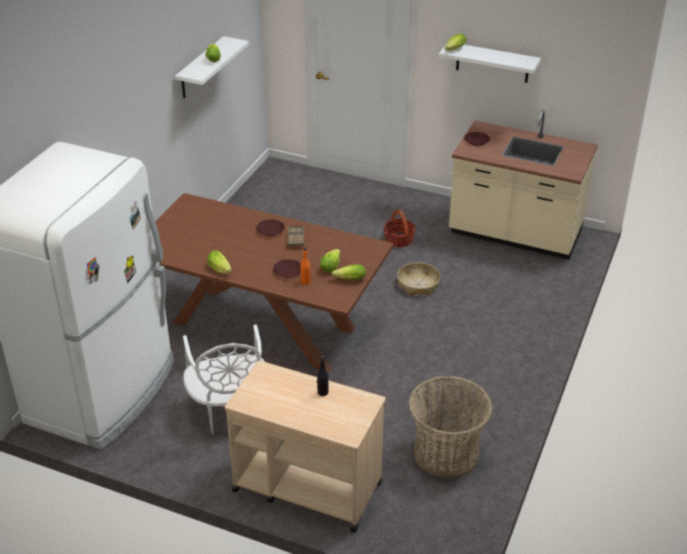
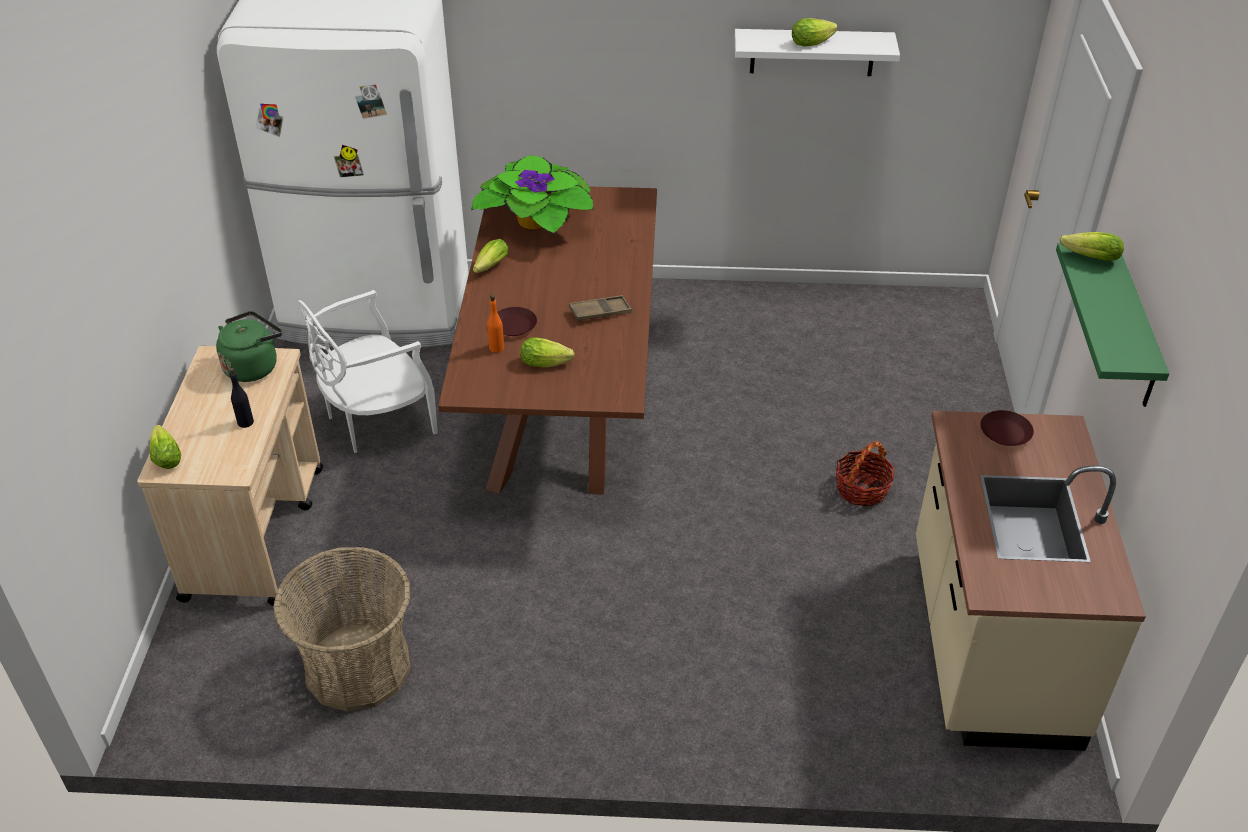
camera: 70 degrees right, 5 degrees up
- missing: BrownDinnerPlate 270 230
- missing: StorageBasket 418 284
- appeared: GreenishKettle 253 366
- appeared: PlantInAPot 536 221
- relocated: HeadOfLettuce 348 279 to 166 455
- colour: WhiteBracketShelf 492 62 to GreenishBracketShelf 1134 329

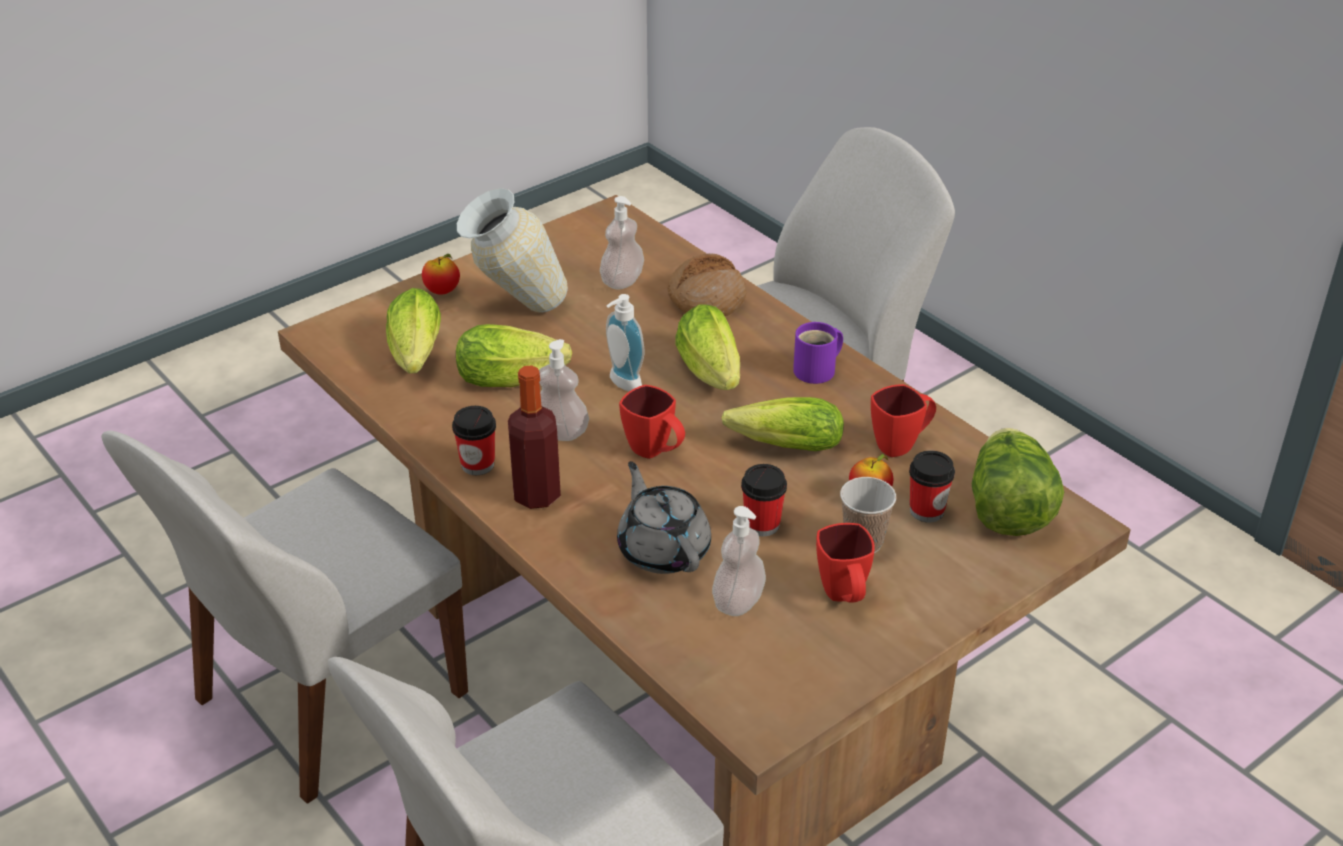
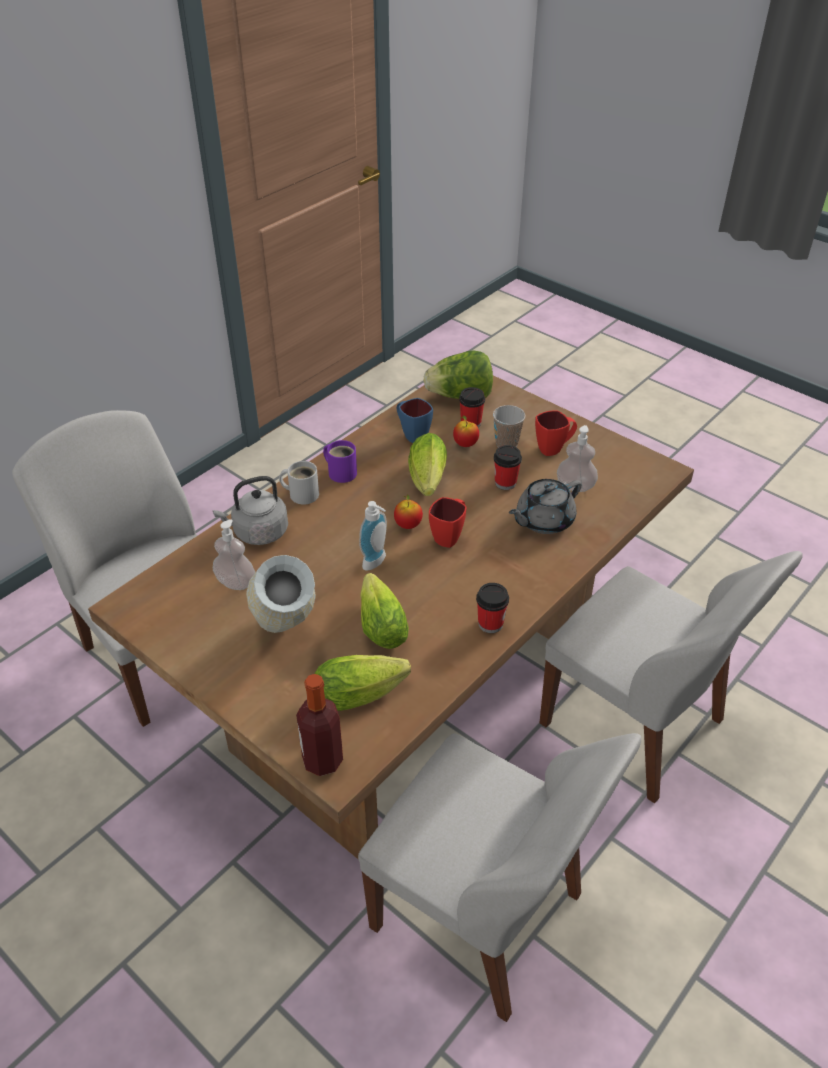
camera: 100 degrees left, 5 degrees up
- missing: SoapBottle 560 432
- missing: HeadOfLettuce 712 374
- appeared: WhiteCoffeeMug 302 493
- relocated: WholeApple 442 291 to 408 525
- relocated: Bottle 537 495 to 322 760
- exchanged: BakeryBread 706 299 to GrayKettle 258 532
- colour: RedCoffeeMug 901 444 to BlueColouredCoffeeMug 412 434

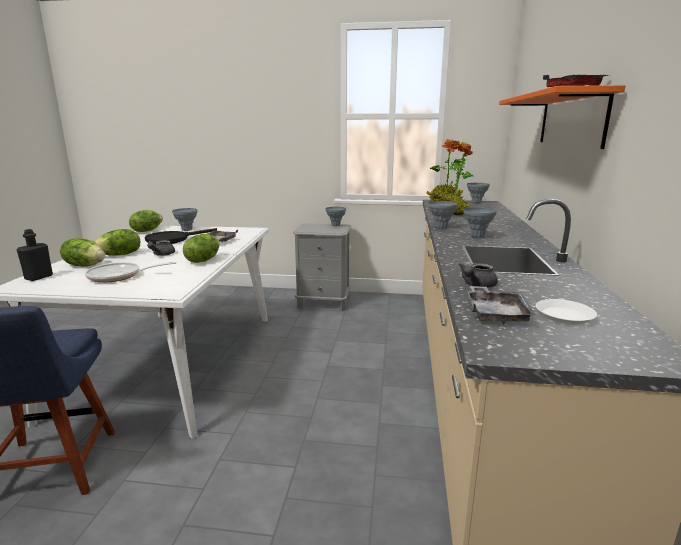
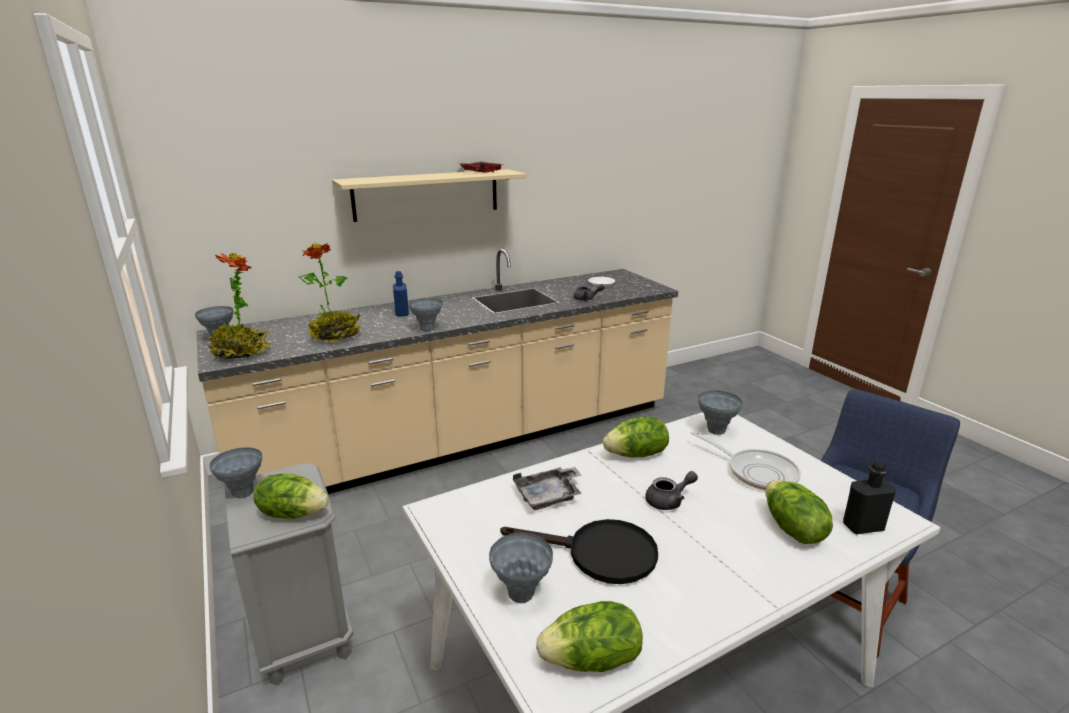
camera: 125 degrees left, 5 degrees up
- missing: GrayServingTray 496 314
- appeared: BlueColouredBottle 402 313
- relocated: HeadOfLettuce 120 255 to 293 513
- relocated: GrayVase 477 236 to 715 431
- colour: OrangeColouredBracketShelf 571 120 to BeigeBracketShelf 427 194

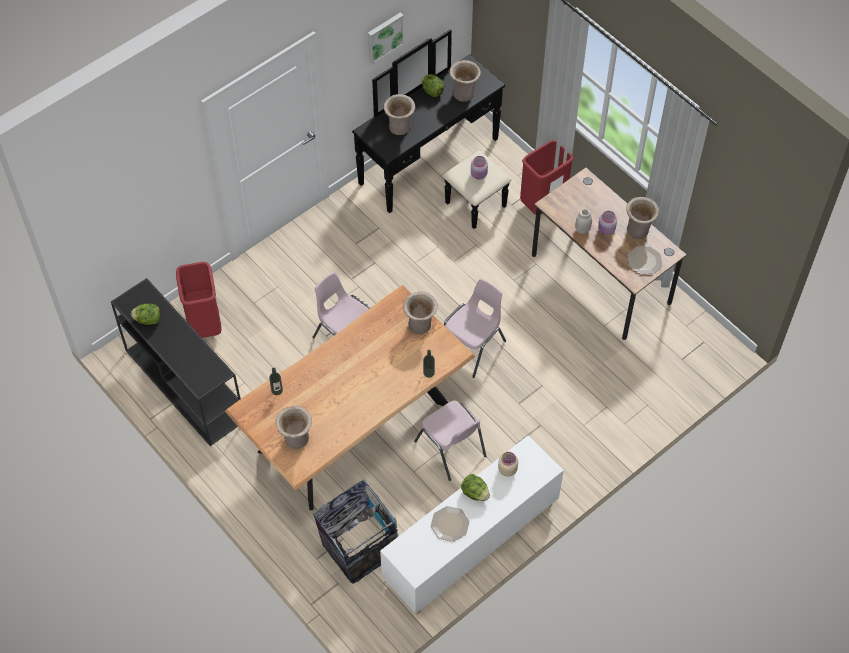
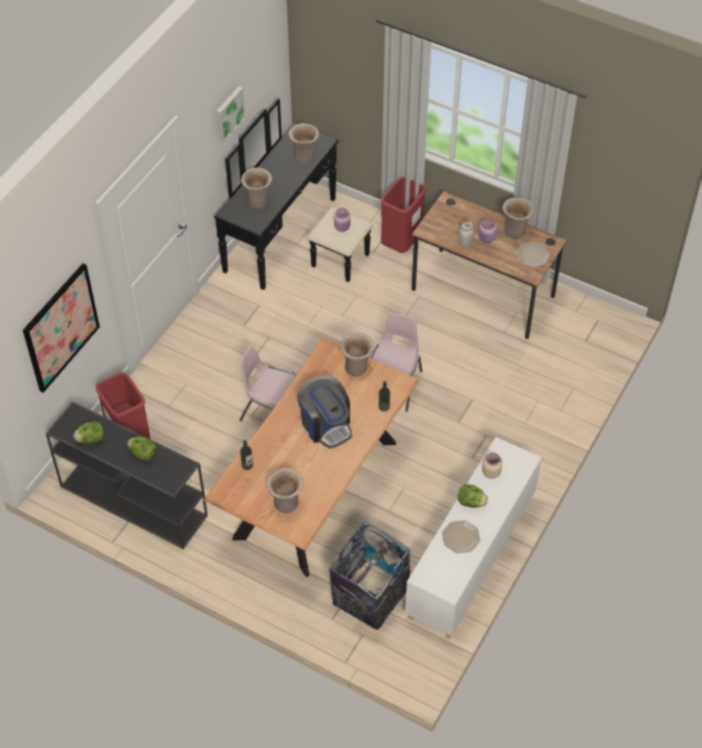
camera: 20 degrees left, 5 degrees down
- missing: PinkColouredUprightChair 451 449
- appeared: Picture 61 327
- appeared: CoffeeMaker 325 425
- relocated: HeadOfLettuce 432 91 to 143 454

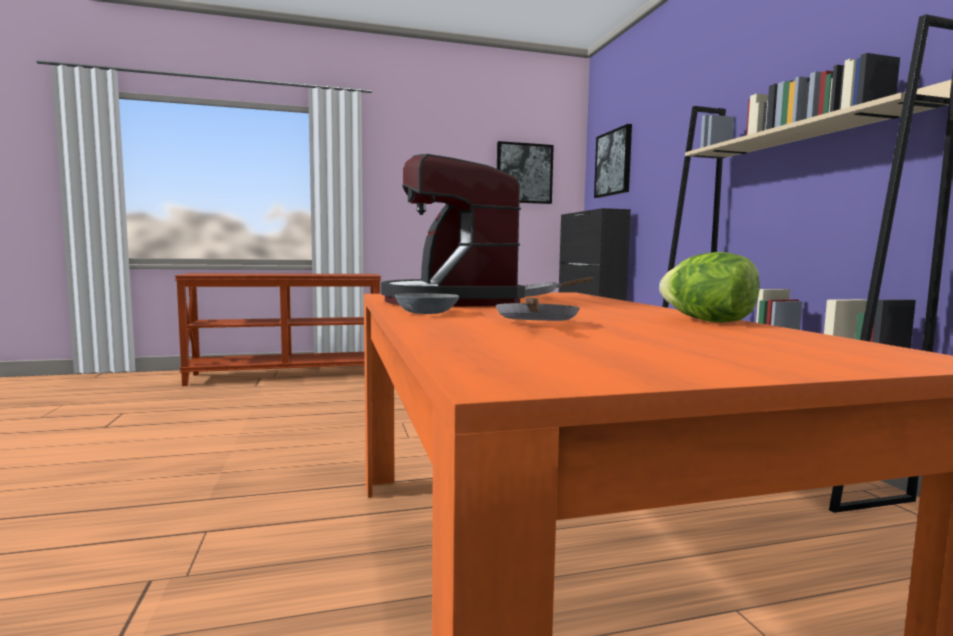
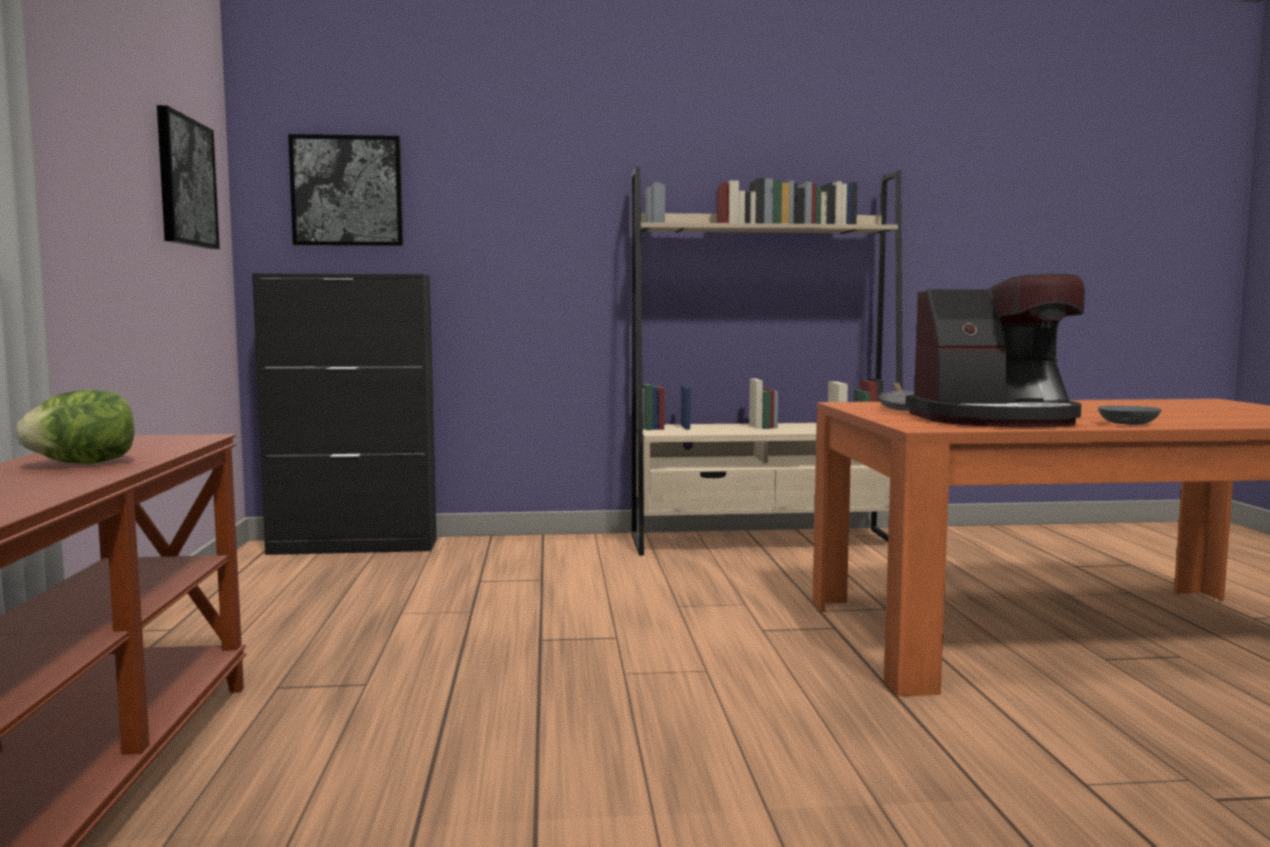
camera: 80 degrees left, 0 degrees up
- missing: GraySkillet 536 324
- relocated: HeadOfLettuce 708 321 to 84 464

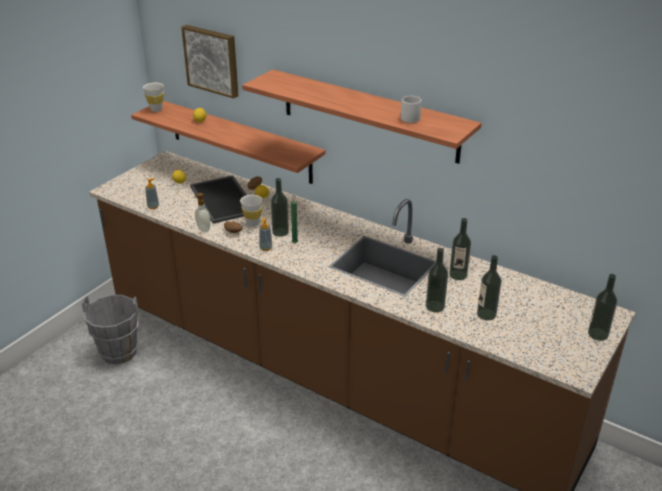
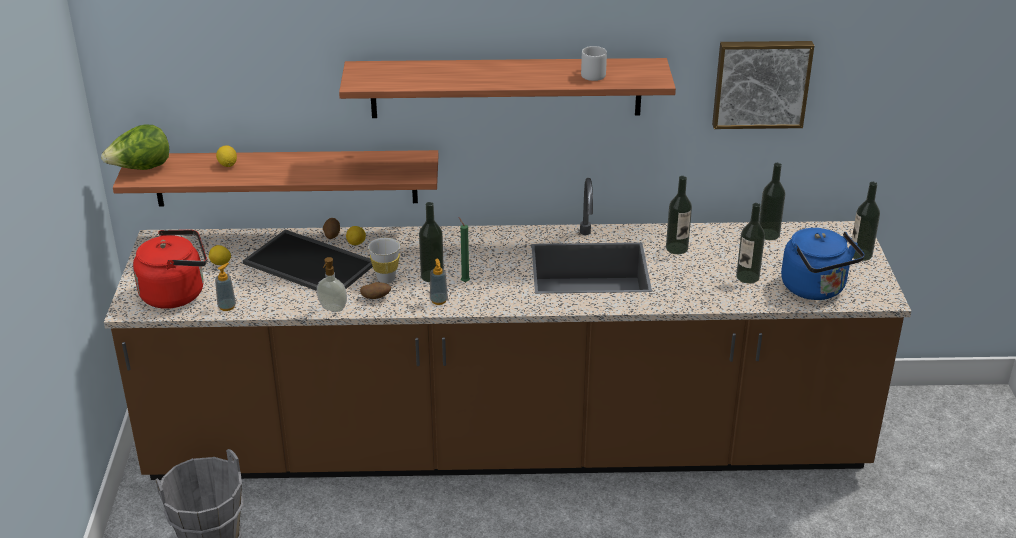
camera: 35 degrees left, 0 degrees up
- appeared: RedKettle 177 293
- appeared: BlueColouredKettle 816 289
- relocated: Picture 212 60 to 761 83
- relocated: Bottle 435 306 to 768 234
- exchanged: WhiteDrinkingCup 156 109 to HeadOfLettuce 141 169

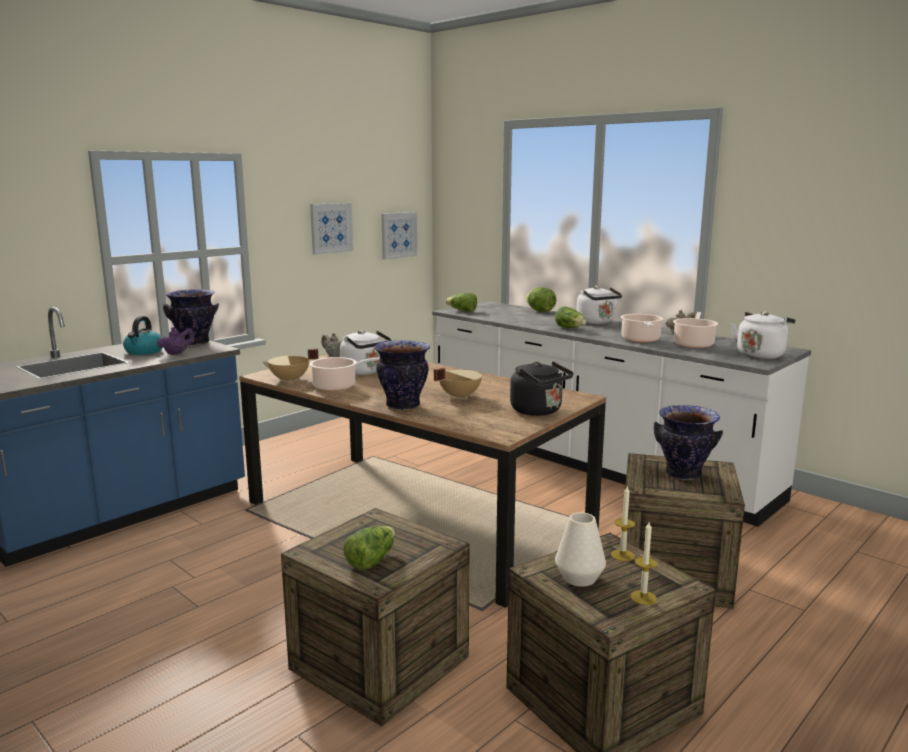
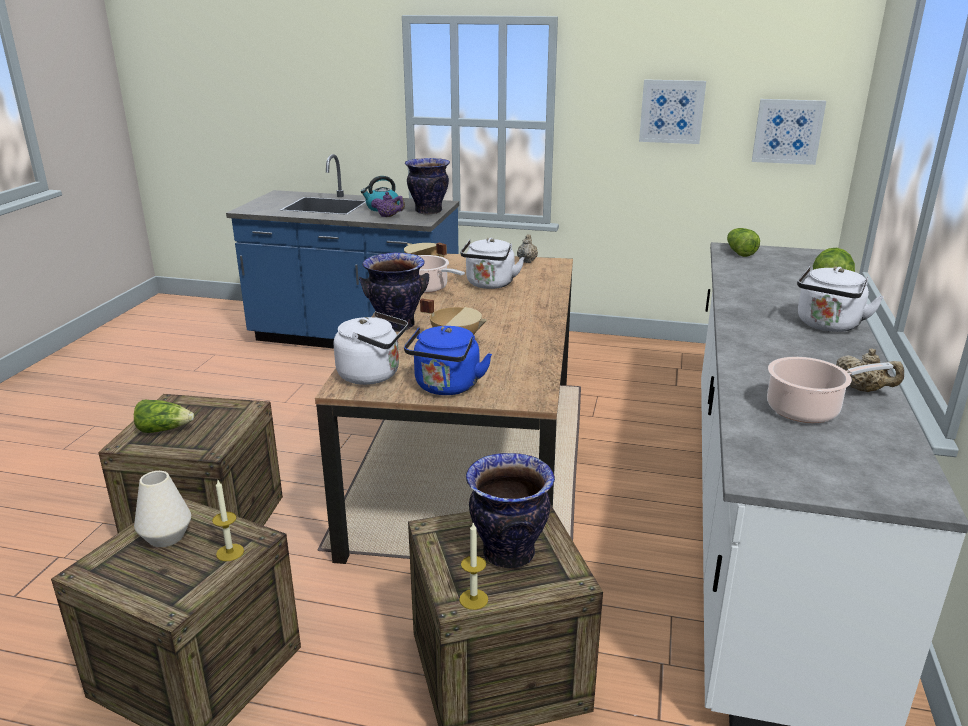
camera: 60 degrees right, 10 degrees up
- missing: HeadOfLettuce 570 328
- missing: Saucepot 641 340
- relocated: Candle 643 597 to 473 599
- relocated: WhiteKettle 760 355 to 373 375
- colour: BlackColouredKettle 539 411 to BlueColouredKettle 446 387

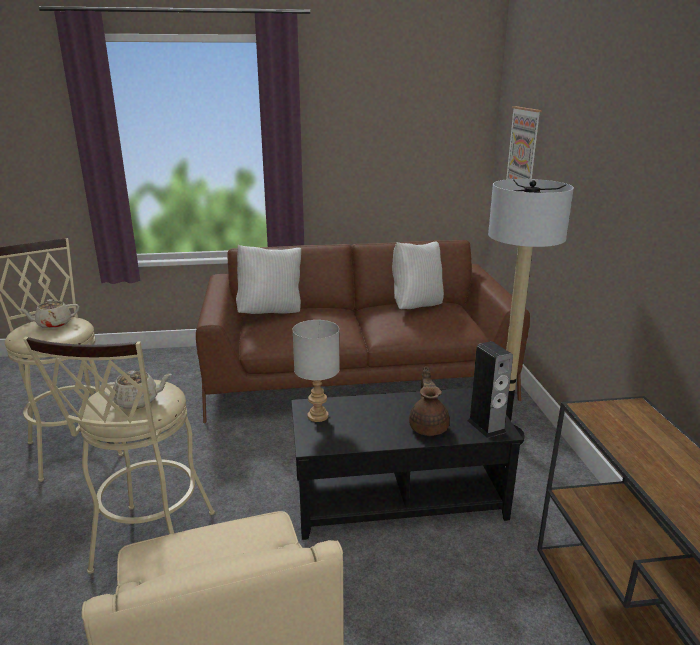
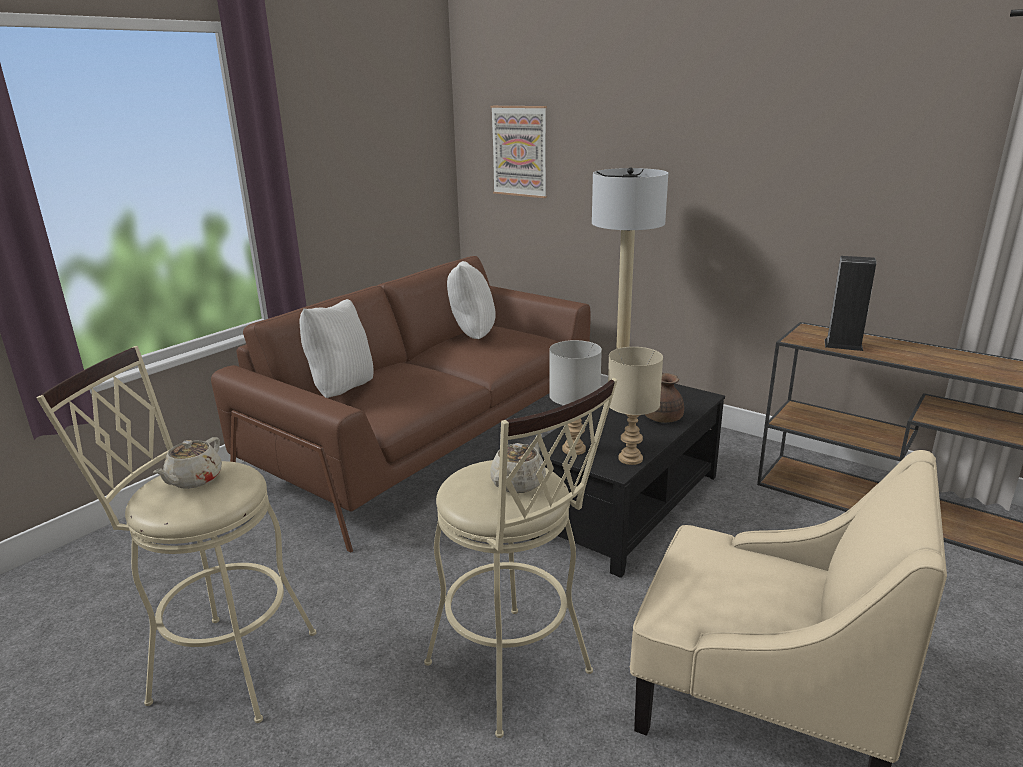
camera: 45 degrees left, 0 degrees up
- appeared: BeigeTableLamp 629 459
- relocated: Loudspeaker 486 426 to 843 345

